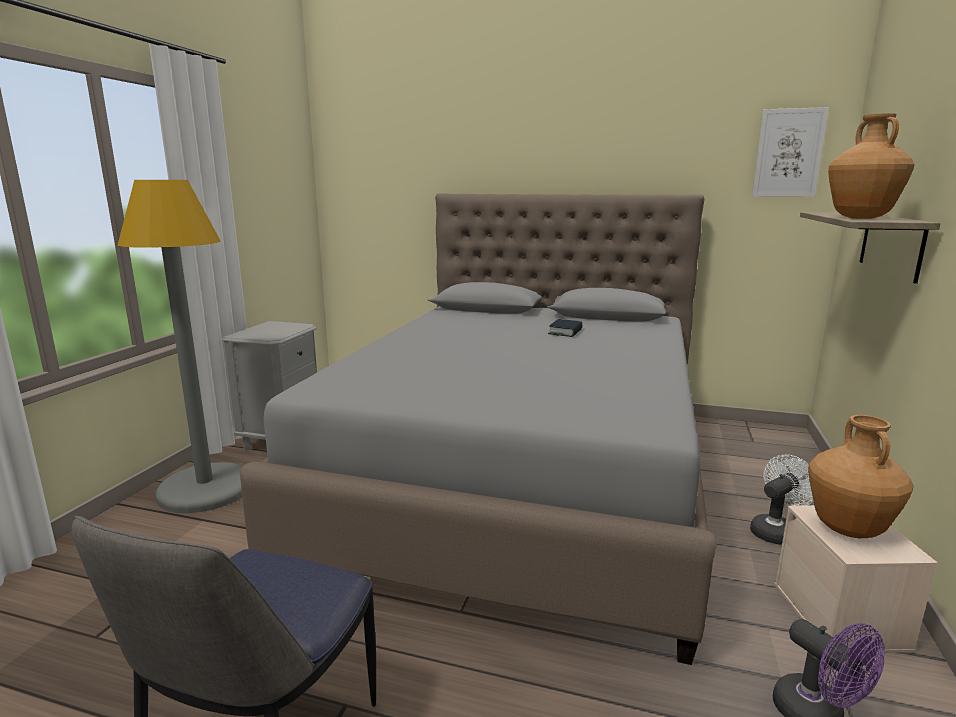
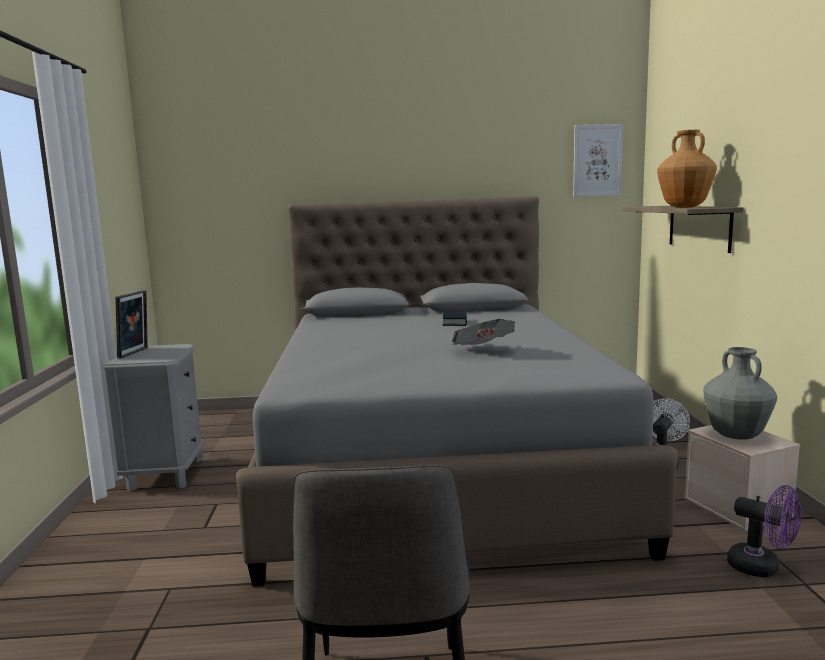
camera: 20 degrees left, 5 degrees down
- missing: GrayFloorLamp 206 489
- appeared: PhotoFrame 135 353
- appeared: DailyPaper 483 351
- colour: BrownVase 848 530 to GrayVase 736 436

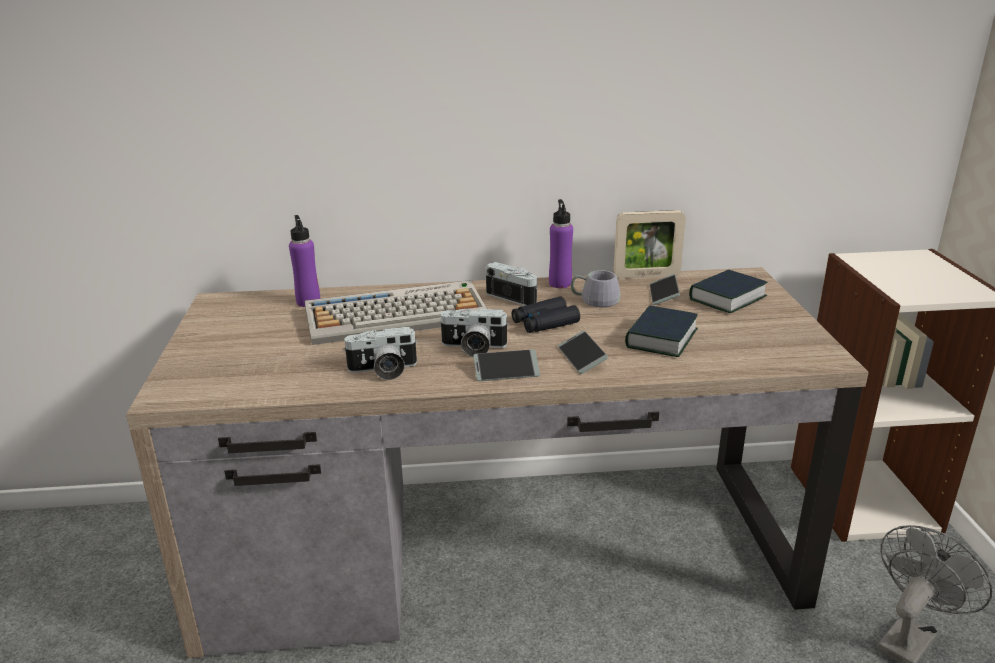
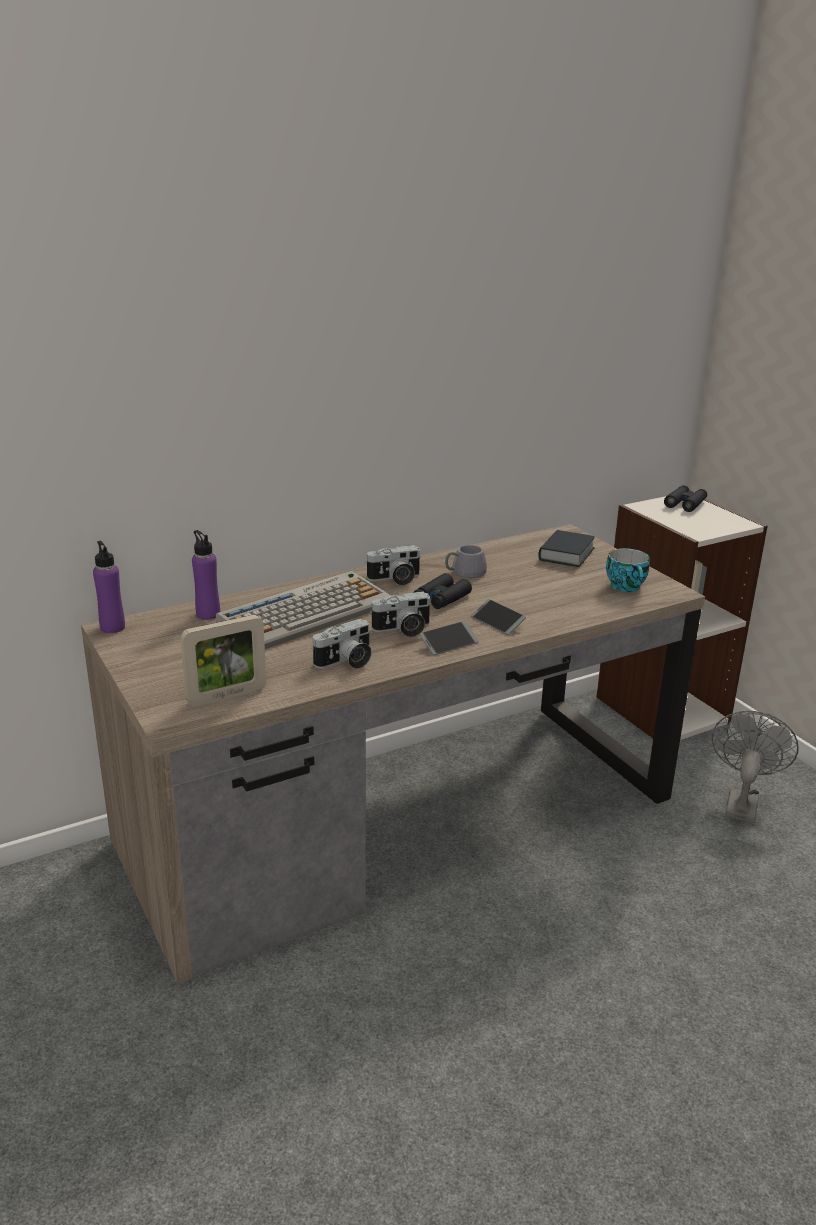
camera: 25 degrees left, 0 degrees up
- missing: Volume 661 338
- missing: Phone 663 295
- appeared: DrinkingCup 627 587
- appeared: BlackColouredBinoculars 685 504
- relocated: PurpleColouredBottle 560 283 to 112 627
- relocated: PhotoFrame 646 276 to 227 695
- spun: PhotoCamera 516 296 = 395 579 150 degrees clockwise

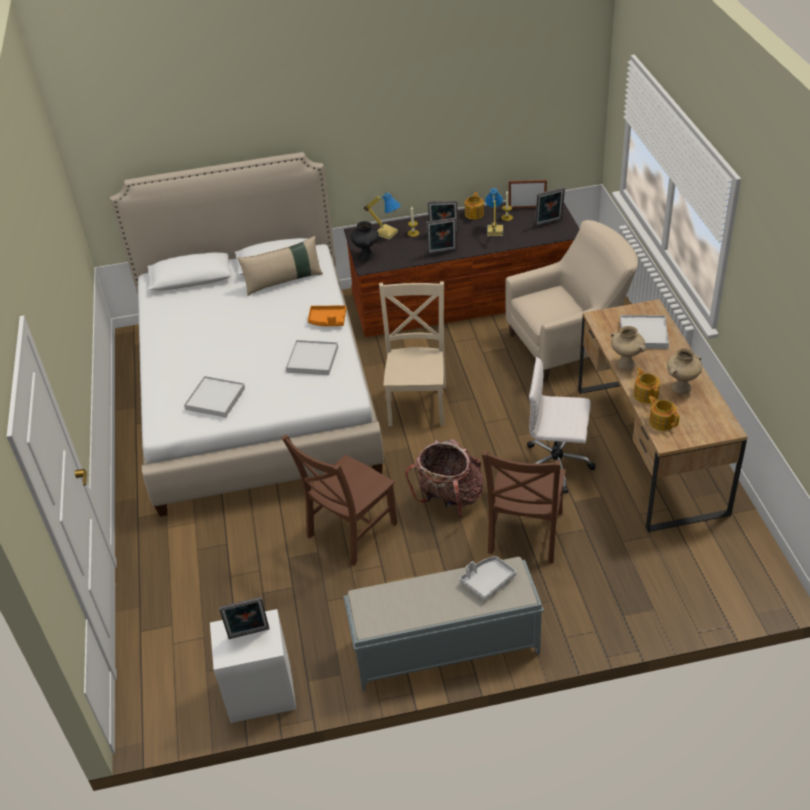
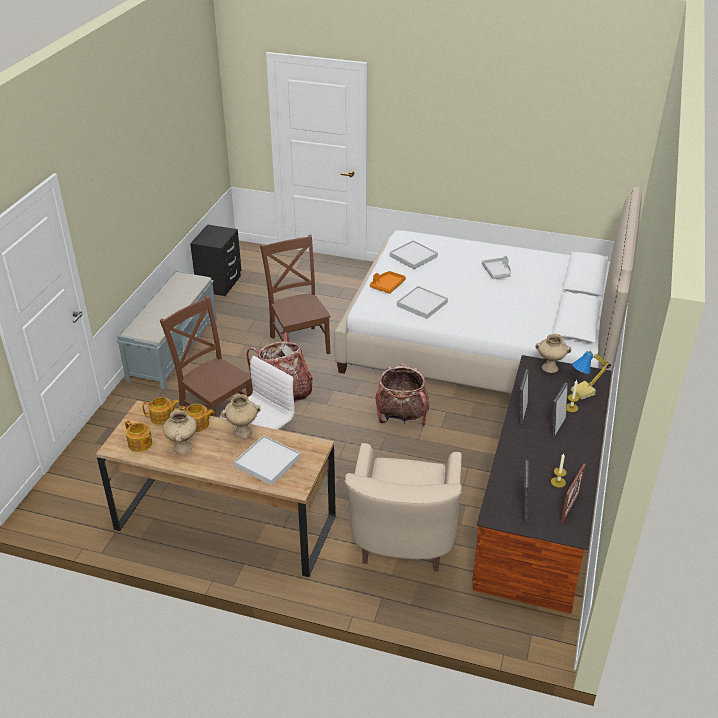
camera: 115 degrees right, 5 degrees down
- missing: PhotoFrame 249 635
- missing: BeigePillow 284 281
- missing: TableLamp 494 231
- relocated: OrangeColouredServingTray 327 320 to 387 286
- relocated: GrayServingTray 487 581 to 497 272
- relocated: TeaPot 474 214 to 140 444
- exchanged: BeigeUprightChair 418 402 to Rucksack 402 416
- colour: WhiteBedsideTable 261 693 to BlackColouredBedsideTable 219 283
- colour: BlackColouredVase 367 256 to BeigeVase 549 368

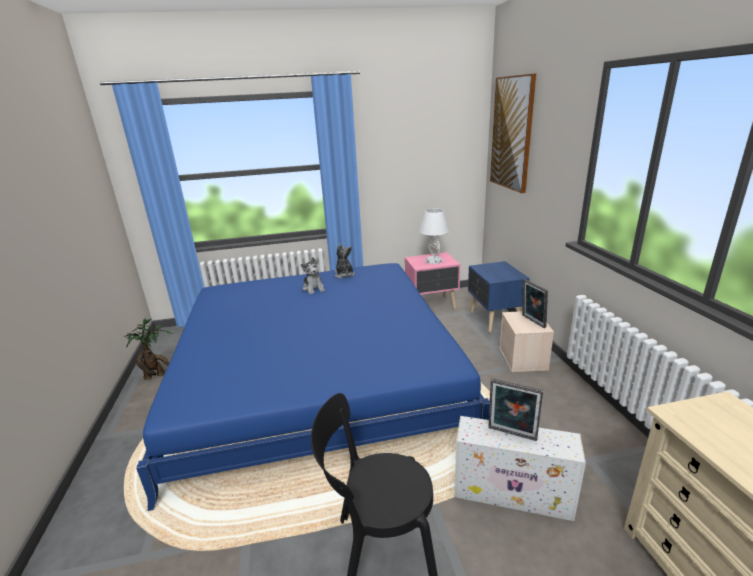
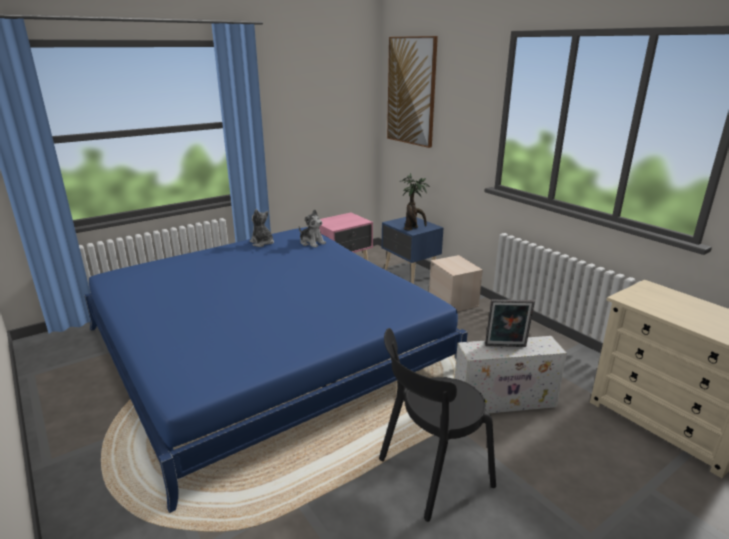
camera: 25 degrees left, 0 degrees up
- missing: WhiteTableLamp 433 260
- missing: PhotoFrame 532 321
- relocated: PlantInAPot 157 376 to 413 228
- relocated: PlushToy 313 288 to 312 243

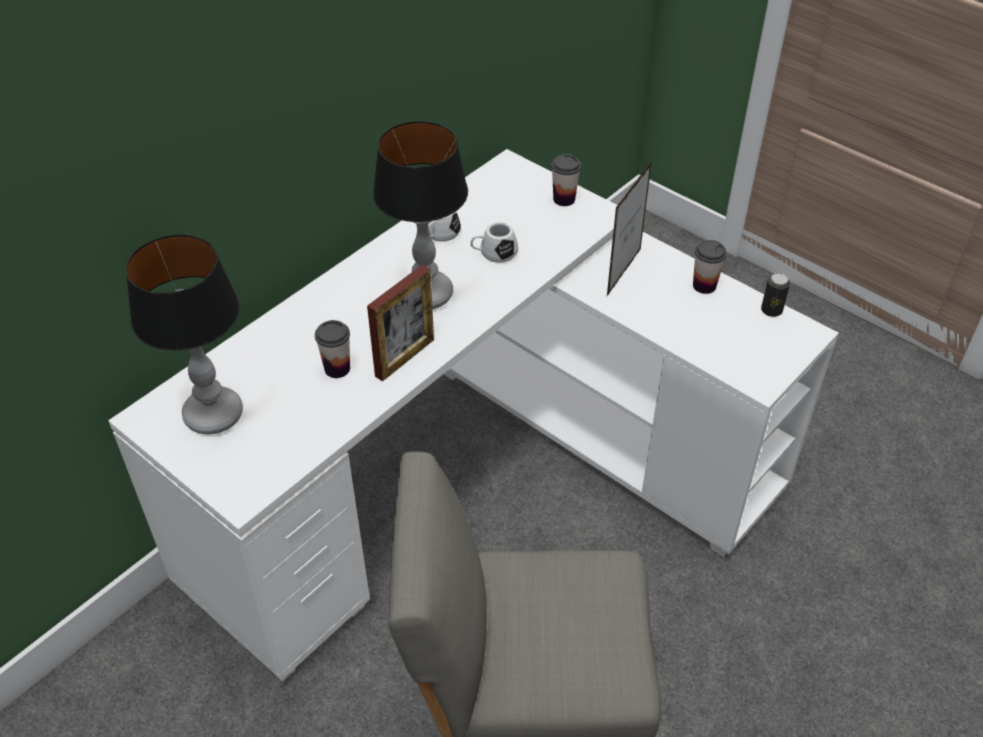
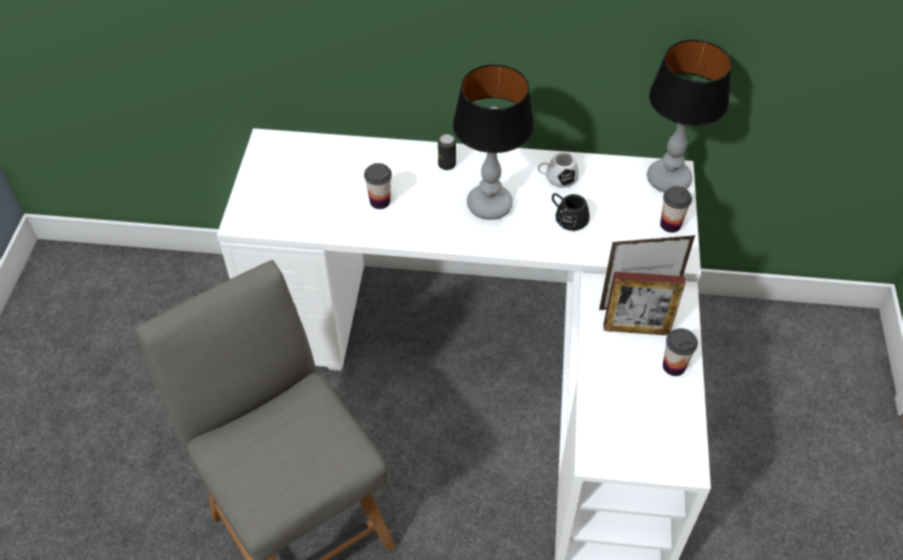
camera: 55 degrees right, 5 degrees up
- relocated: TableLamp 214 414 to 669 180
- relocated: PhotoFrame 405 357 to 636 329
- relocated: Can 771 310 to 446 164
- colour: WhiteCoffeeMug 494 253 to BlackColouredCoffeeMug 568 217

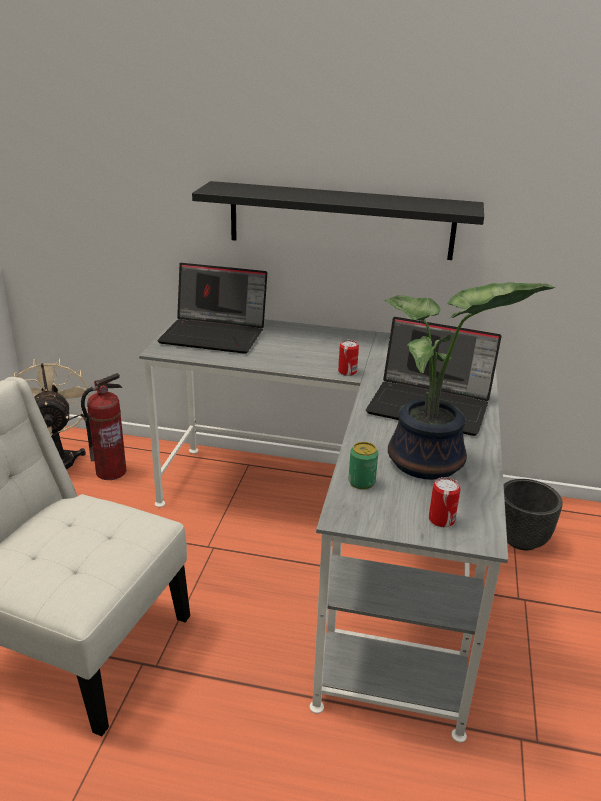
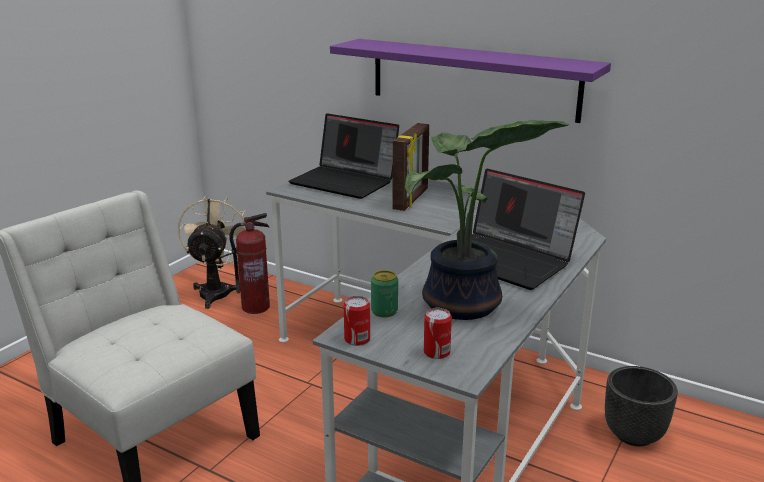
camera: 20 degrees right, 5 degrees down
- appeared: PhotoFrame 411 199
- relocated: Can 347 371 to 357 339
- colour: BlackColouredBracketShelf 340 220 to PurpleColouredBracketShelf 472 79

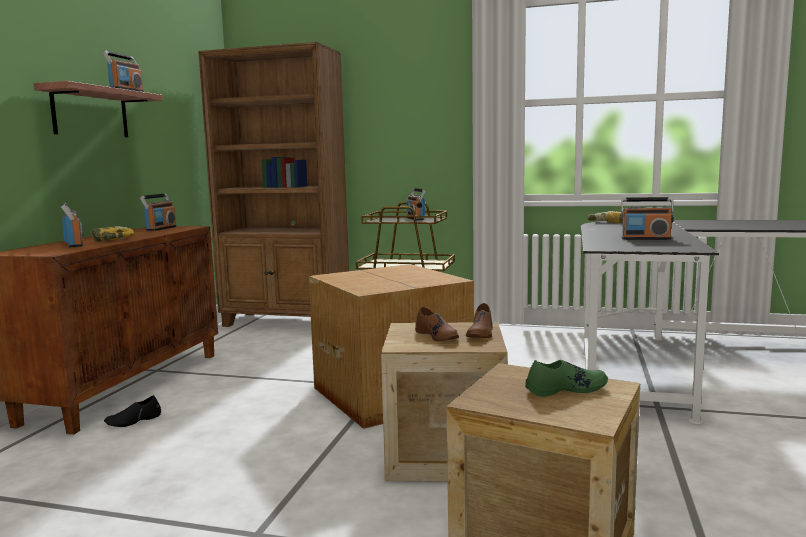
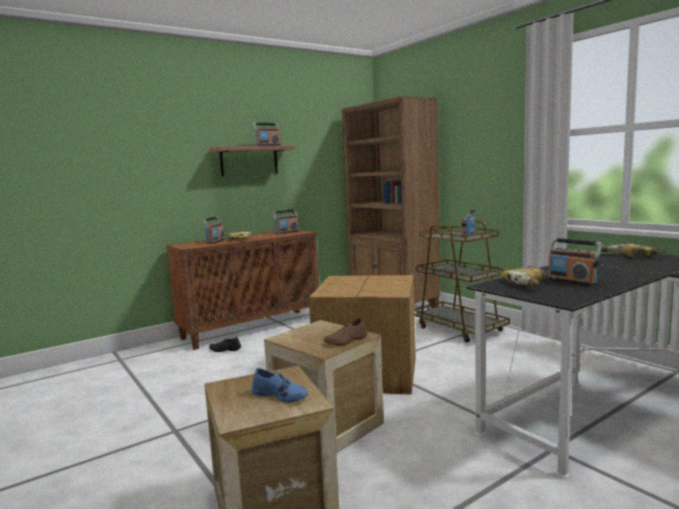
camera: 40 degrees right, 0 degrees up
- missing: BrownLowShoe 437 336
- appeared: PowerDrill 529 283
- colour: GreenishLowShoe 566 389 to BlueColouredLowShoe 280 395

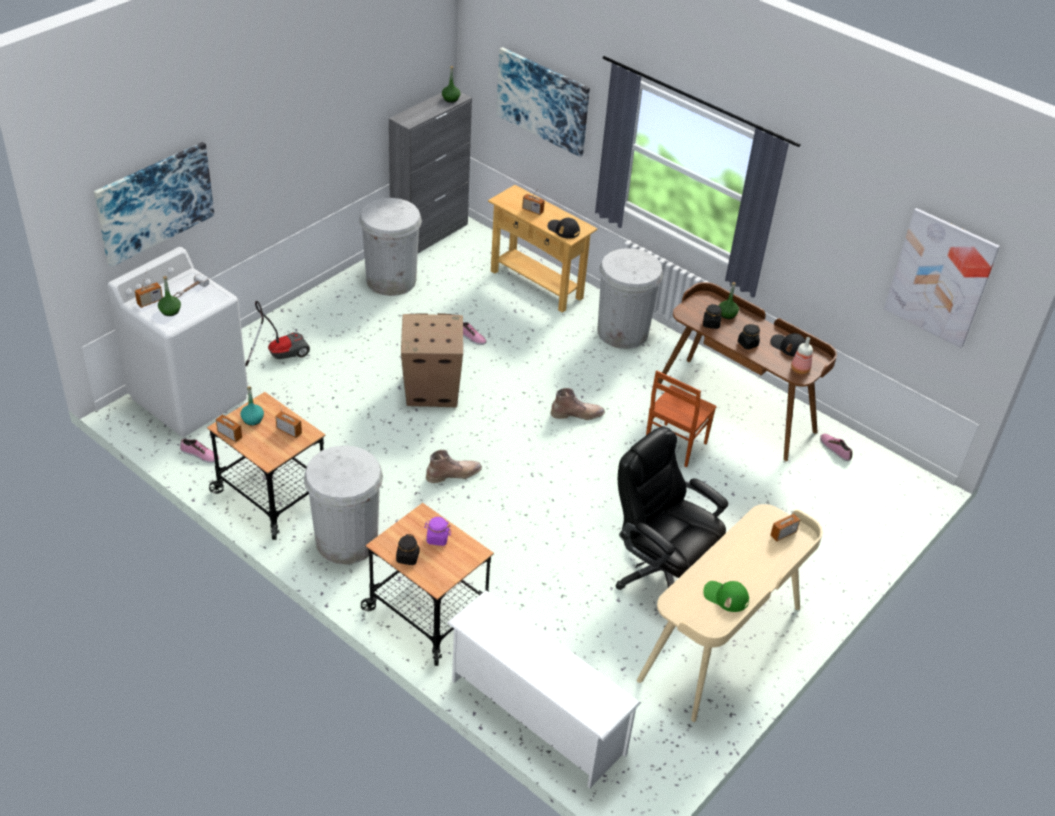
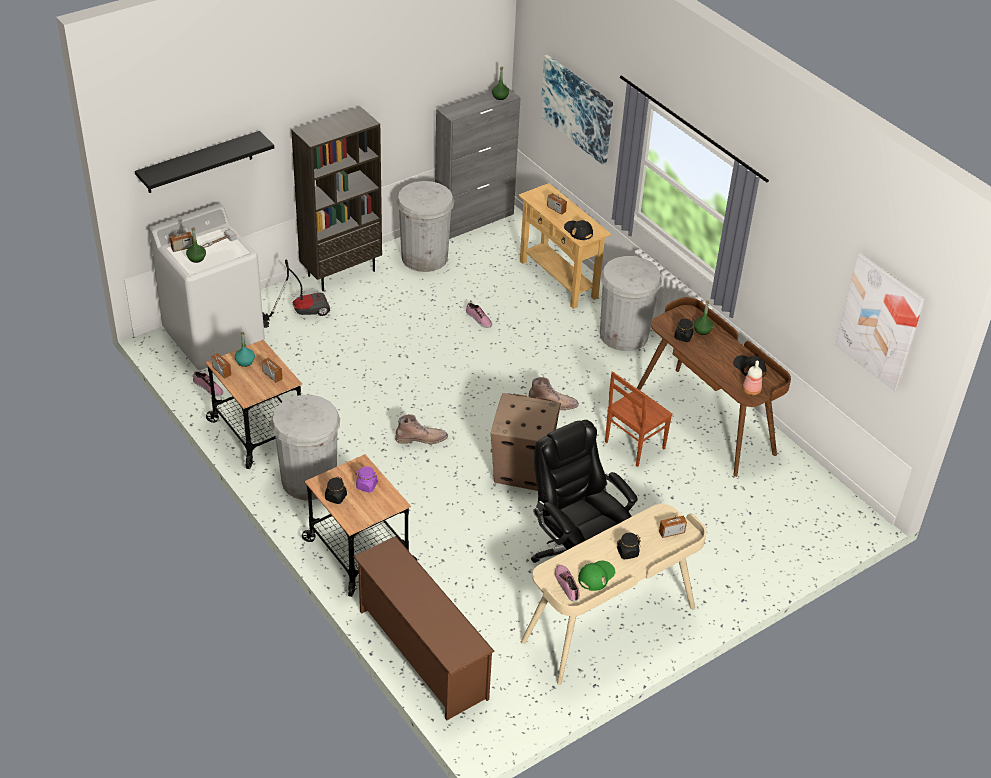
camera: 15 degrees right, 0 degrees up
- appeared: BrownBookshelf 341 272
- relocated: Carton 430 390 to 521 469
- relocated: BlackColouredStorageJar 747 344 to 627 552
- relocated: LowShoe 835 449 to 567 584
- exchanged: Picture 155 202 to BlackColouredBracketShelf 199 162
- colour: WhiteShoeStand 534 716 to BrownShoeStand 420 654
- spun: GreenishBaseballCap 725 596 = 596 576 90 degrees clockwise

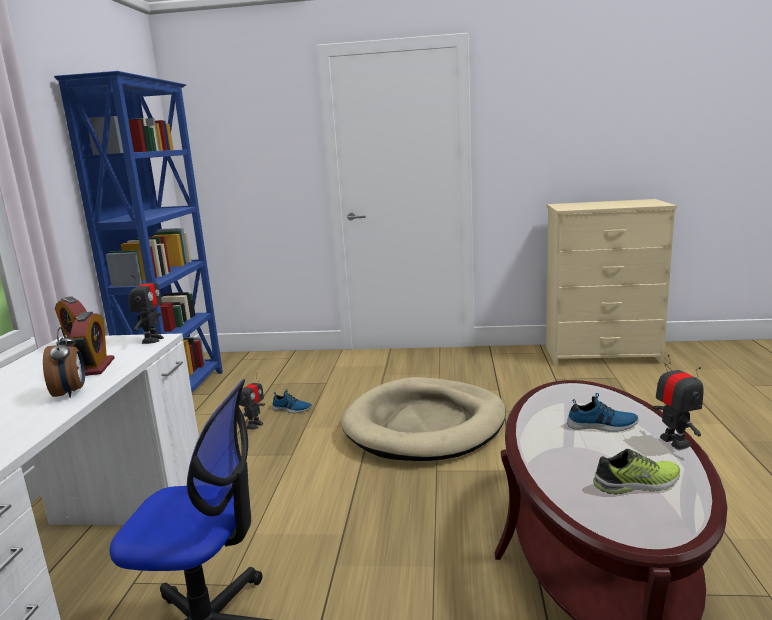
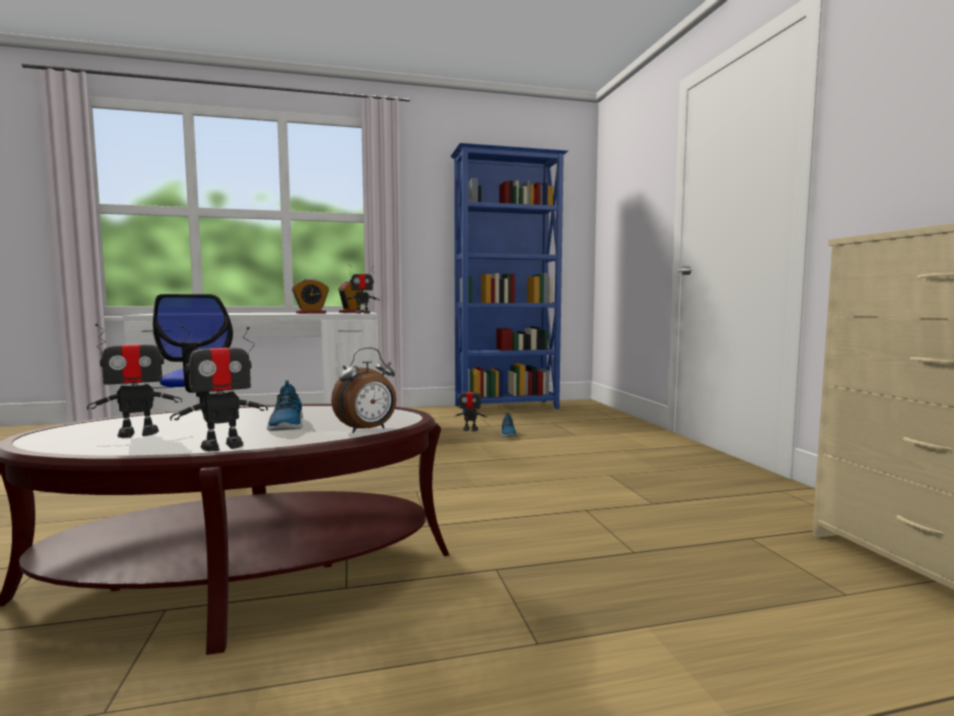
camera: 70 degrees right, 10 degrees down
- missing: BeigePetBed 425 425
- relocated: BedsideClock 71 393 to 367 430
- exchanged: LowShoe 637 484 to ModelRobot 138 433

